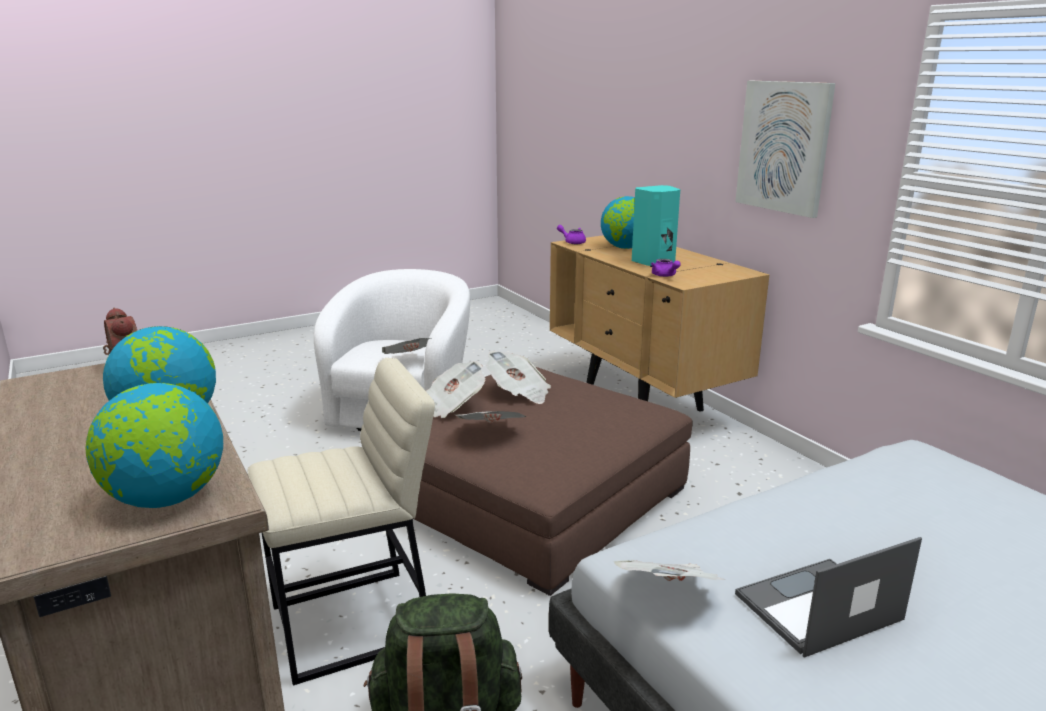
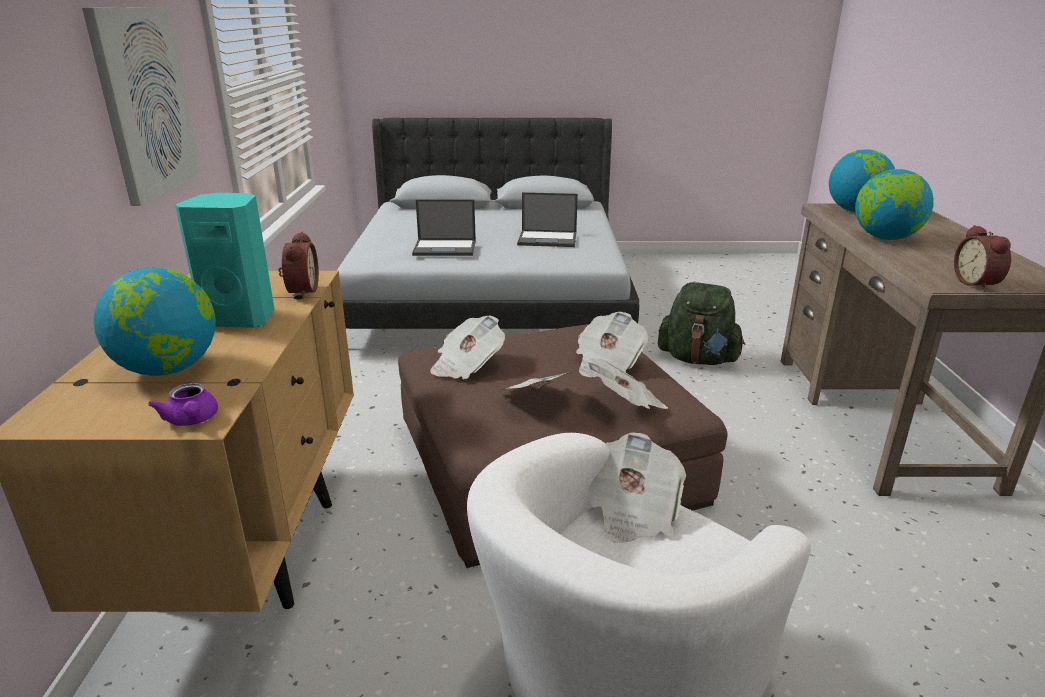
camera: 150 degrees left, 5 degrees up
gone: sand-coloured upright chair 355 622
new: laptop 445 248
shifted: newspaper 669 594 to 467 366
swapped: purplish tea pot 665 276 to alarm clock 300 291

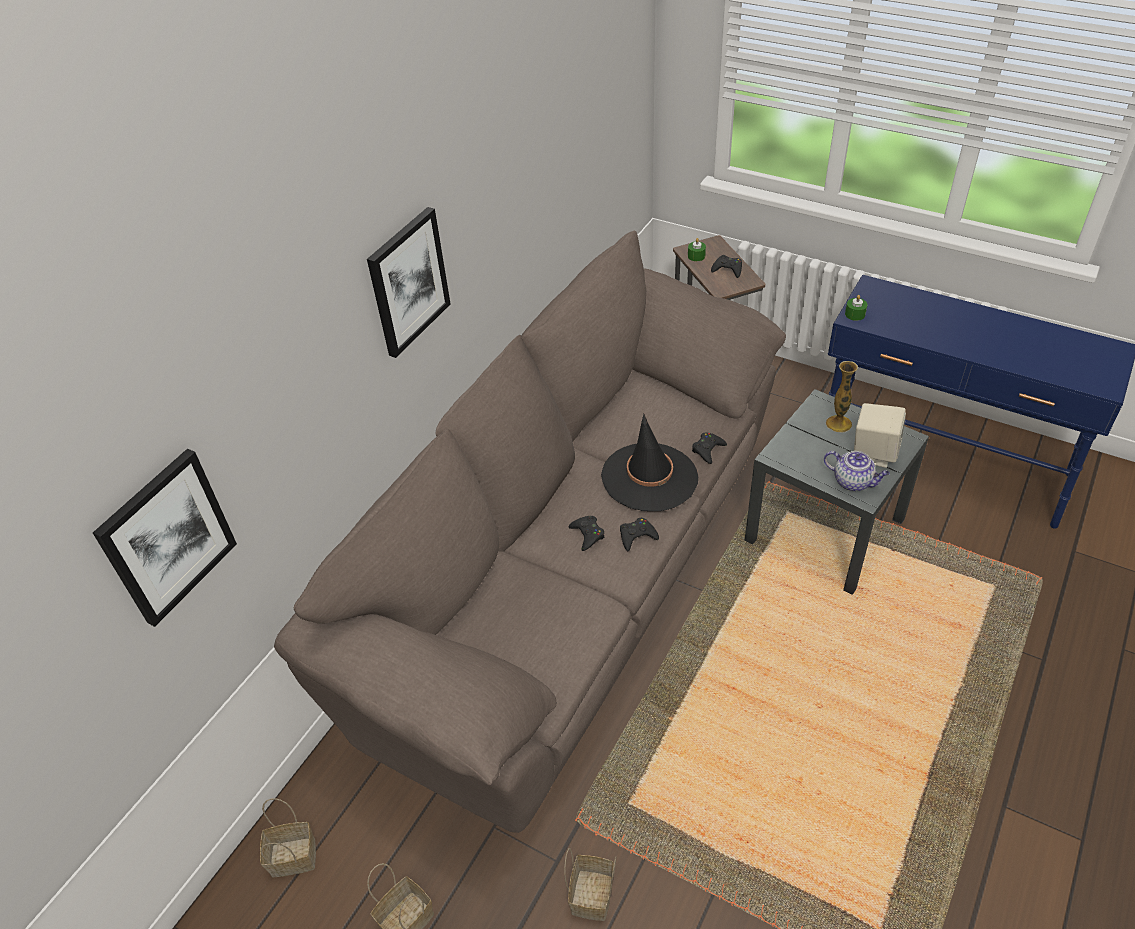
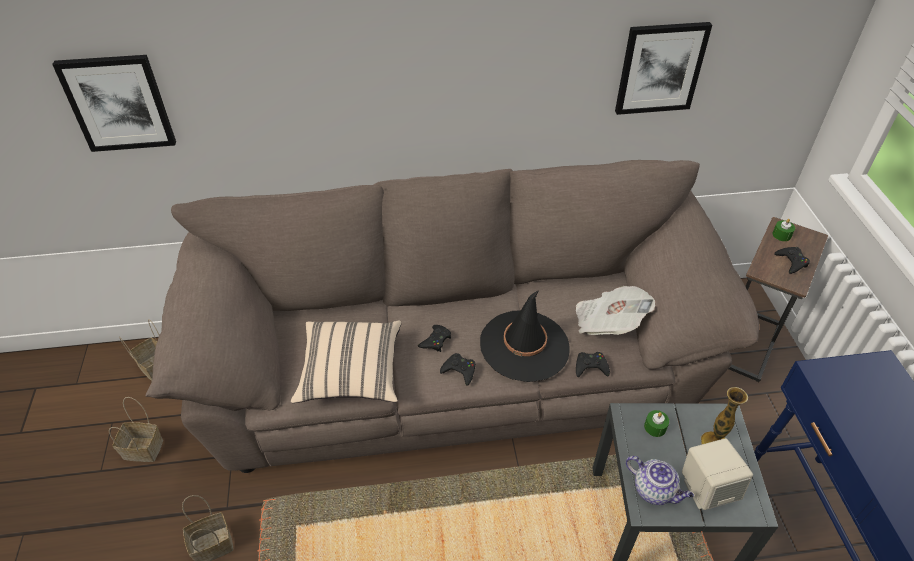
camera: 50 degrees right, 0 degrees up
new: newspaper 608 323; sand-coloured pillow 351 373
shifted: wall art 408 282 to 660 68; green candle 855 314 to 655 427
rotated: tea pot 853 482 = 654 490 45 degrees counterclockwise

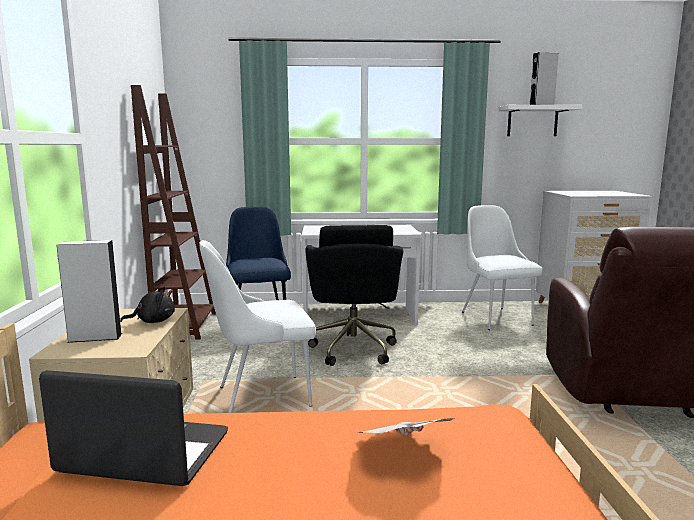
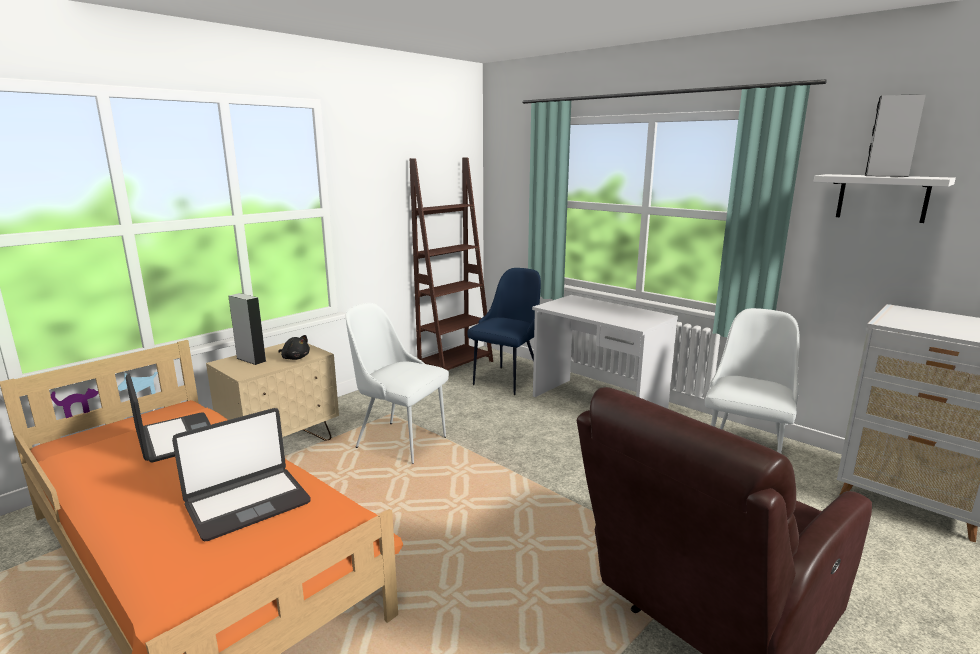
camera: 45 degrees right, 5 degrees up
gone: black desk chair 353 348
swapped: newspaper 403 450 to laptop 247 503

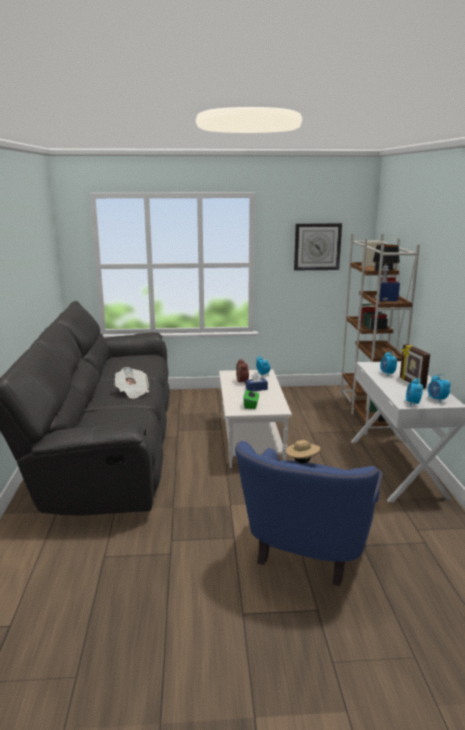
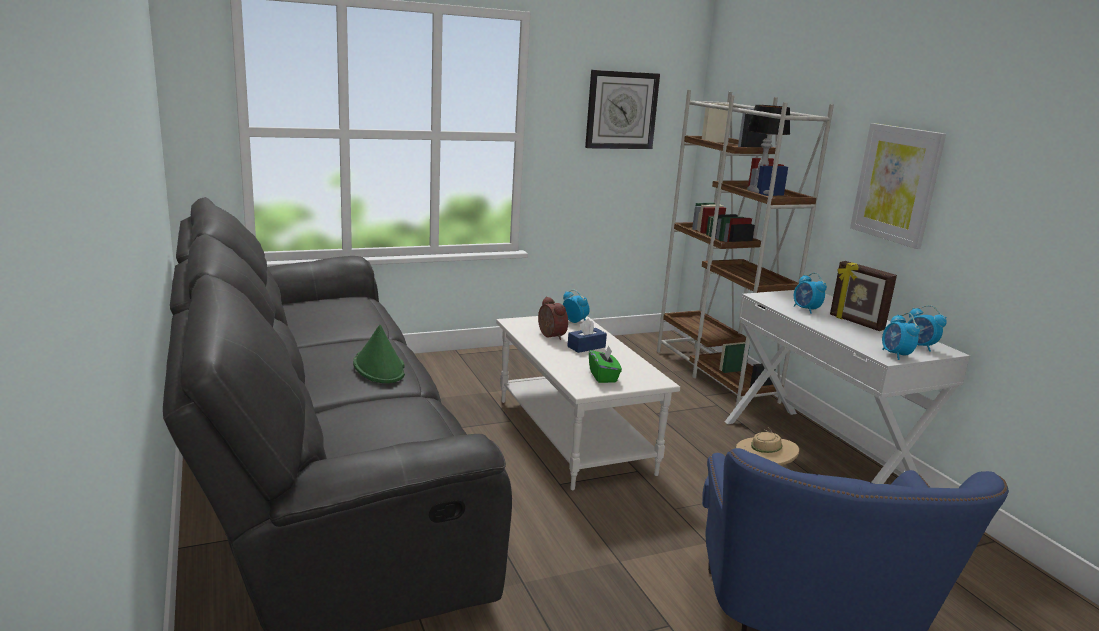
camera: 20 degrees left, 0 degrees up
new: wall art 896 184
swapped: newspaper 132 392 to green wearable hat 379 367

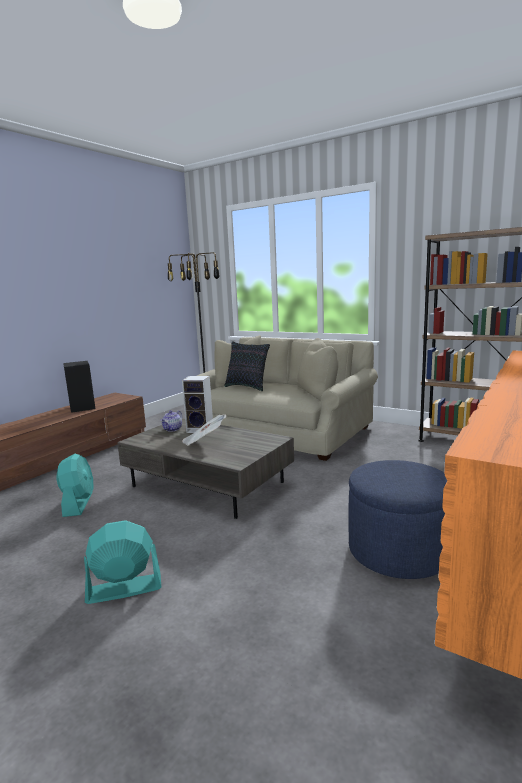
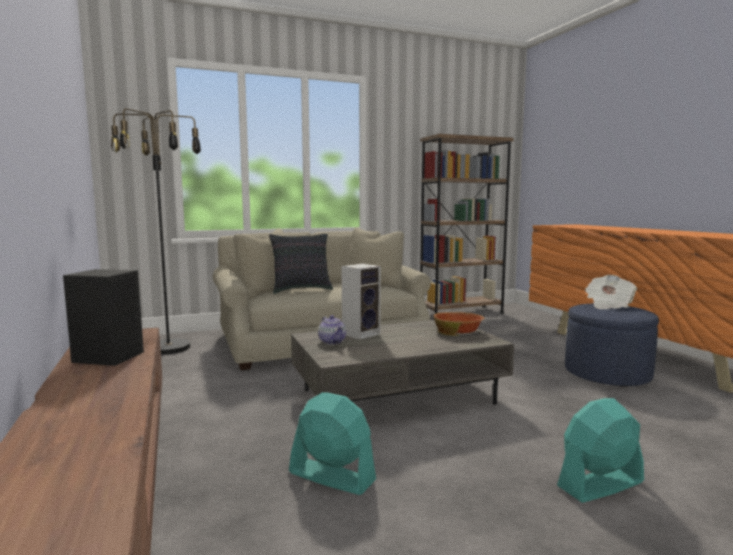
camera: 55 degrees left, 5 degrees down
new: bowl 458 331
shifted: newspaper 204 441 to 608 305
rotated: turquoise-coloured cooling fan 124 589 = 600 484 45 degrees clockwise

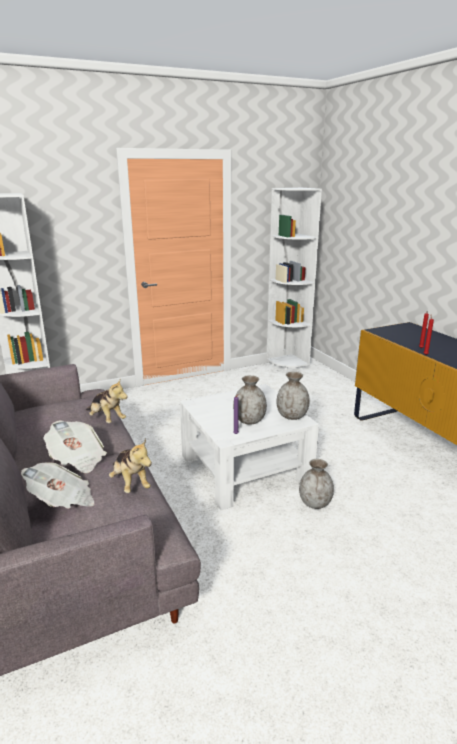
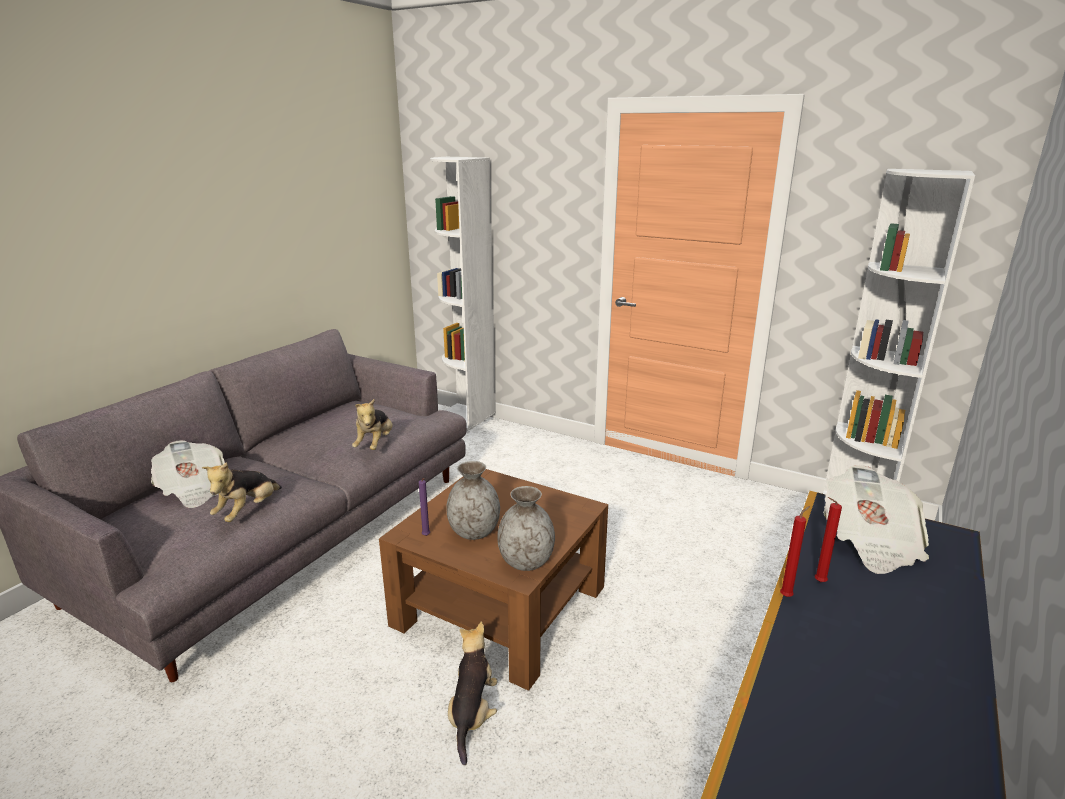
camera: 55 degrees right, 0 degrees up
shifted: newspaper 77 459 to 870 542
swapped: greyish flower vase 315 503 to plush toy 472 714
repainted: white-coloured coffee table 245 468 to brown coffee table 500 606

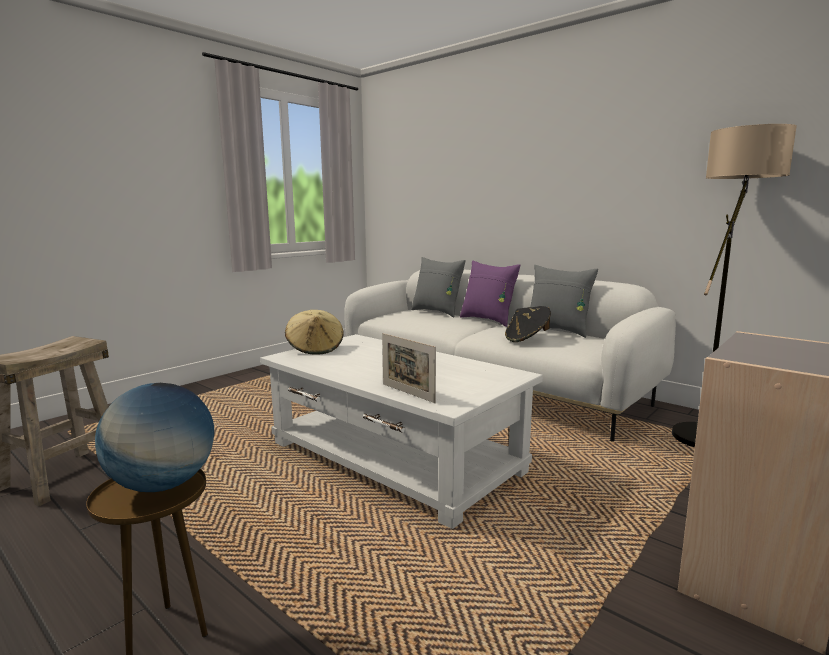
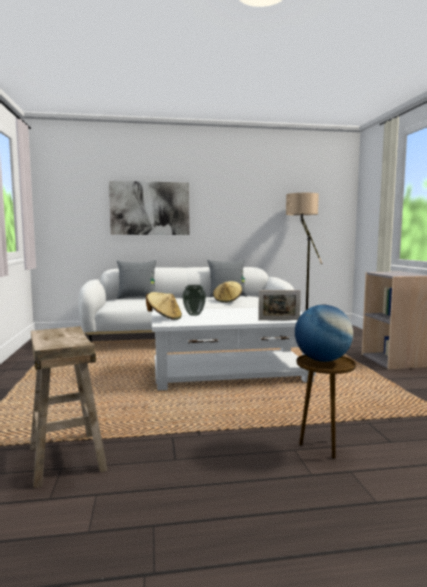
camera: 50 degrees left, 5 degrees down
gone: purplish pillow 487 320
new: wall art 150 208; flower vase 194 314
repainted: black wearable hat 527 339 to sand-coloured wearable hat 227 300

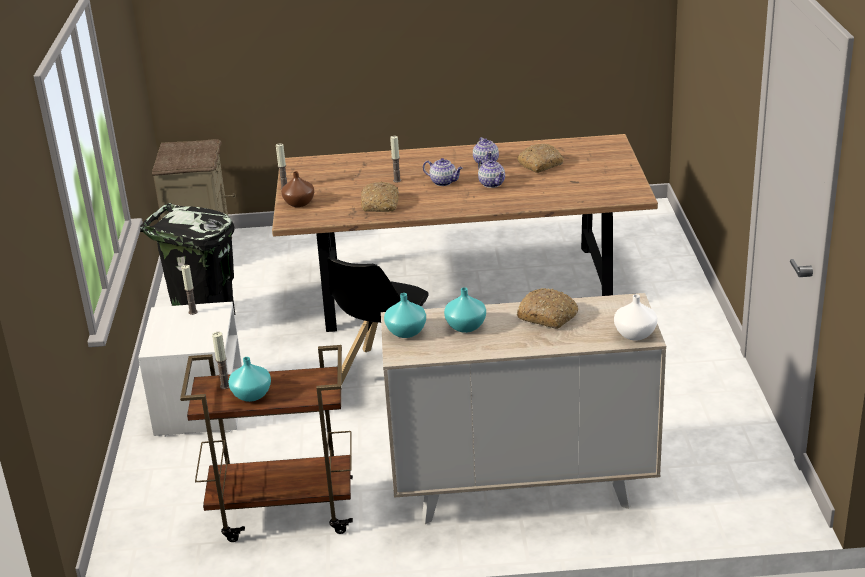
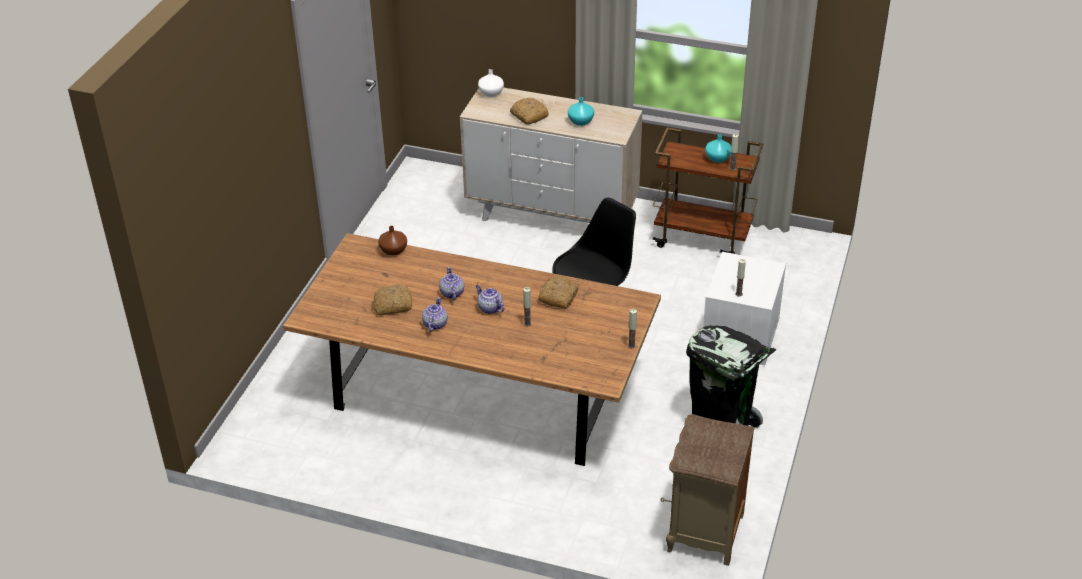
camera: 160 degrees left, 10 degrees up
gone: turquoise-coloured flower vase 407 332
shifted: brown flower vase 298 203 to 394 250

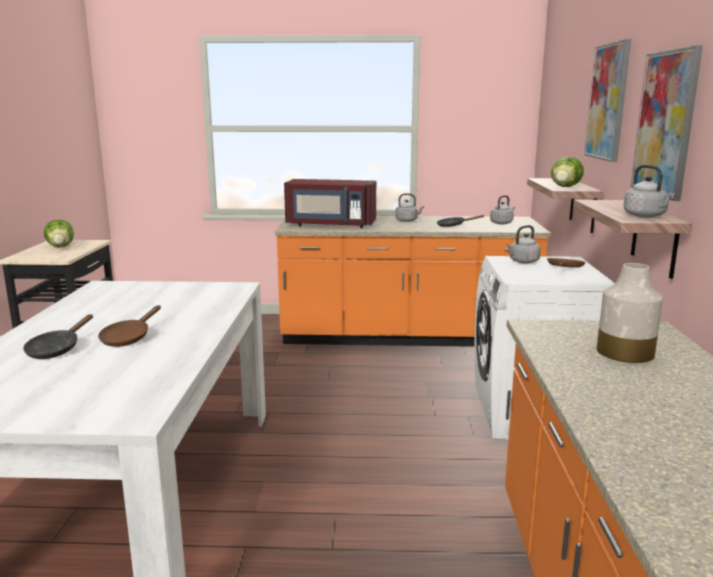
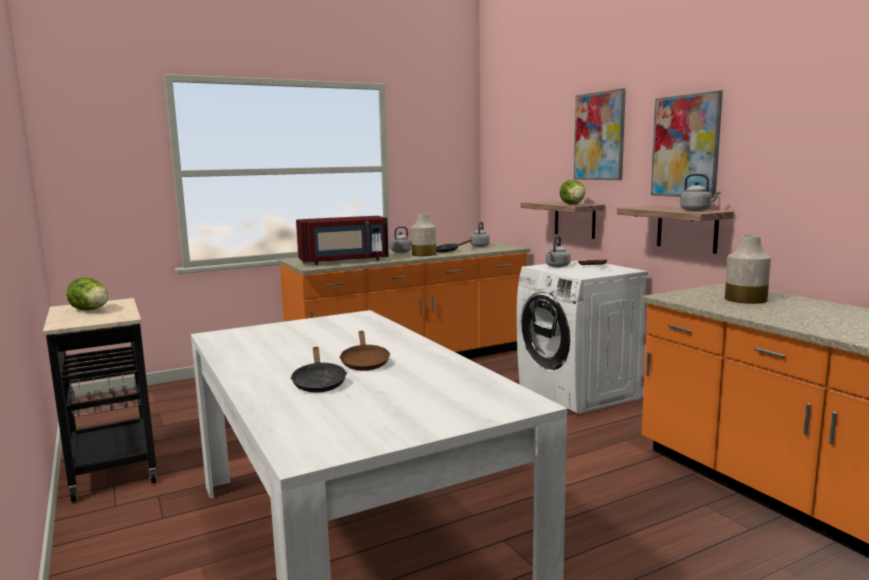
camera: 30 degrees left, 5 degrees down
new: sand-coloured flower vase 423 254

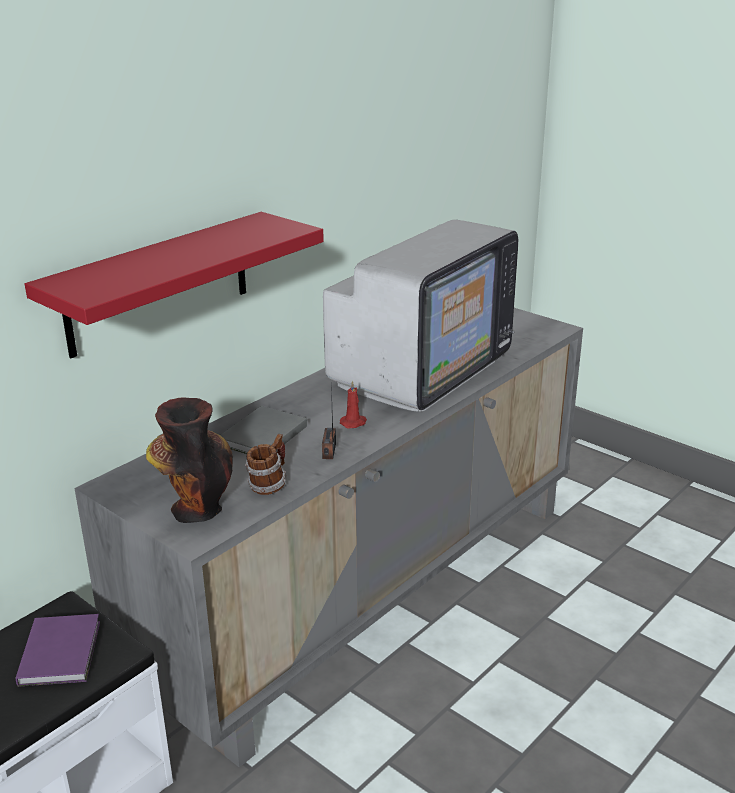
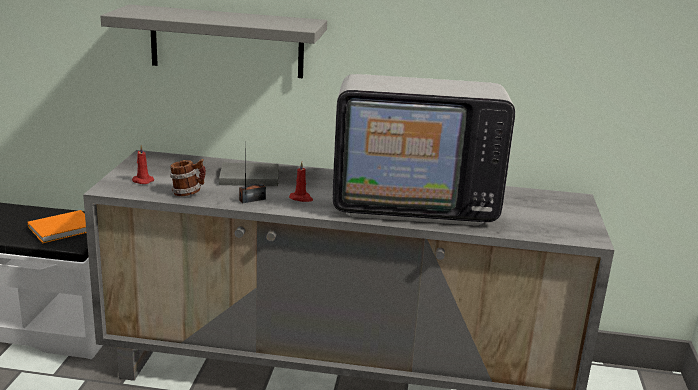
camera: 55 degrees right, 5 degrees down
swapped: flower vase 194 507 to reddish candle 142 181
repainted: reddish shelf 159 283 to greyish shelf 226 42; purplish bound book 62 651 to orange bound book 64 229

